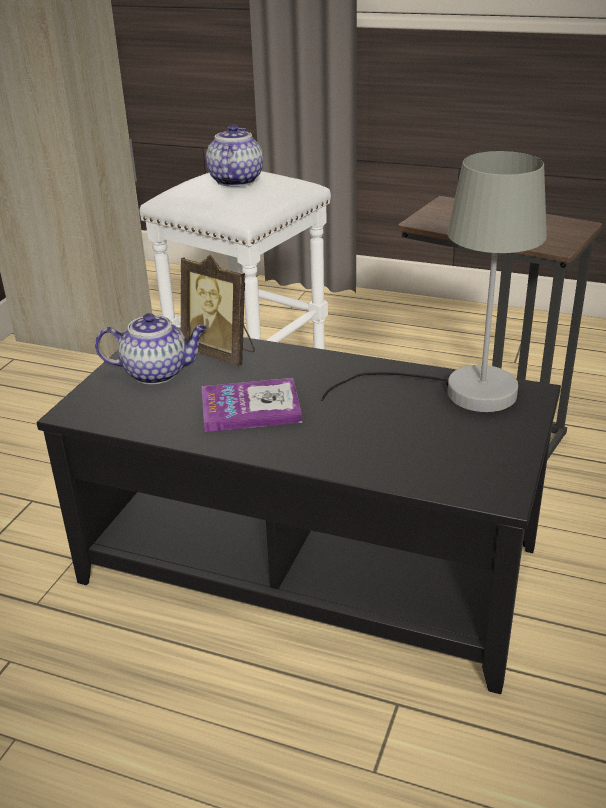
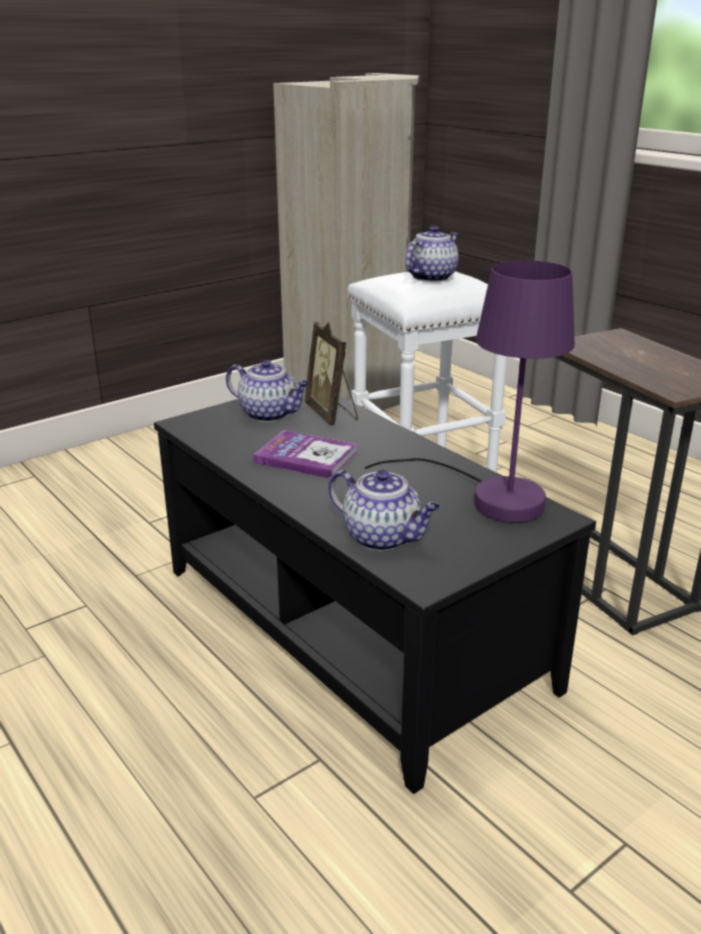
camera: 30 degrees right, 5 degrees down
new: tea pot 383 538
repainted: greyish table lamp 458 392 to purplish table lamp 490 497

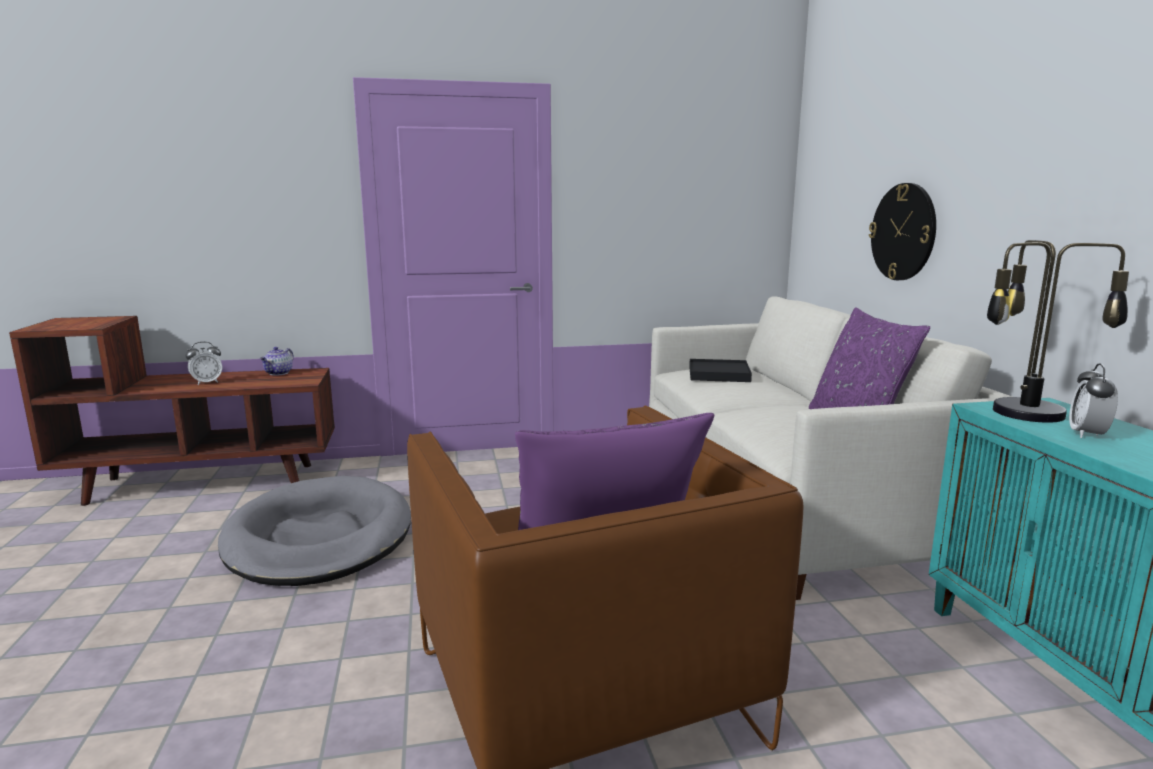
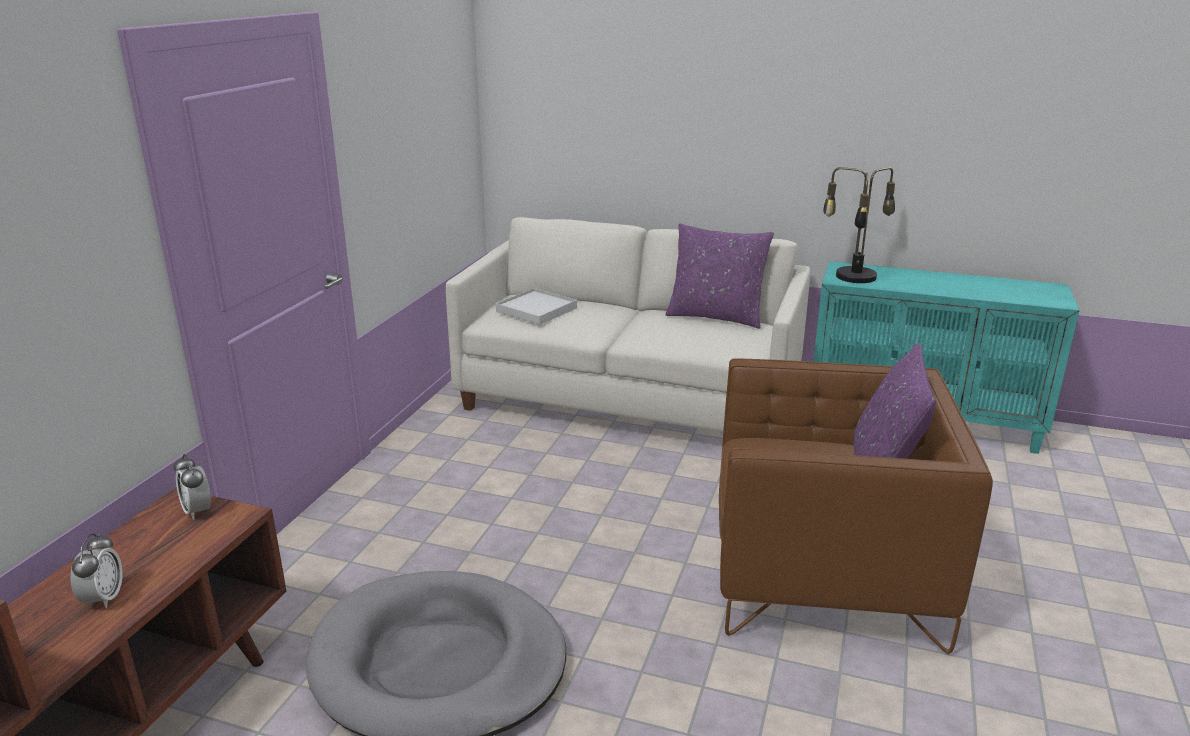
camera: 60 degrees left, 10 degrees up
gone: hanging clock 903 232; tea pot 279 373
shifted: alarm clock 1087 434 to 197 511
repainted: black tray 718 374 to white-coloured tray 536 310

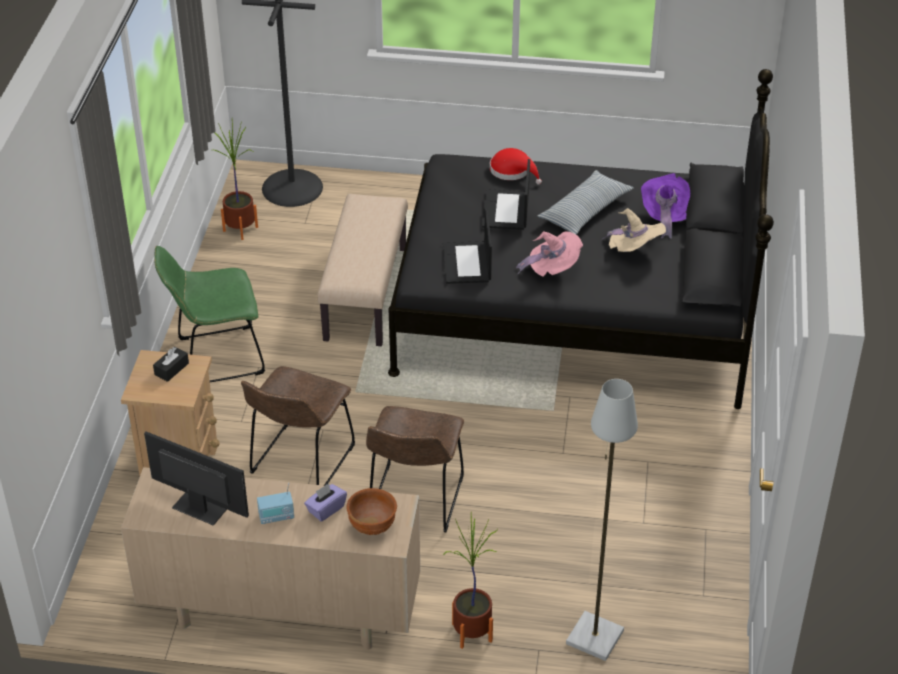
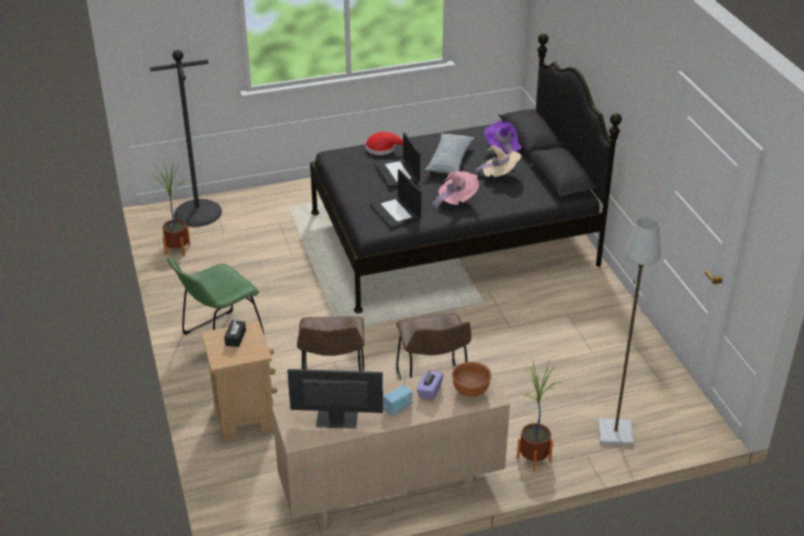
camera: 25 degrees left, 5 degrees down
gone: sand-coloured indoor bench 366 294

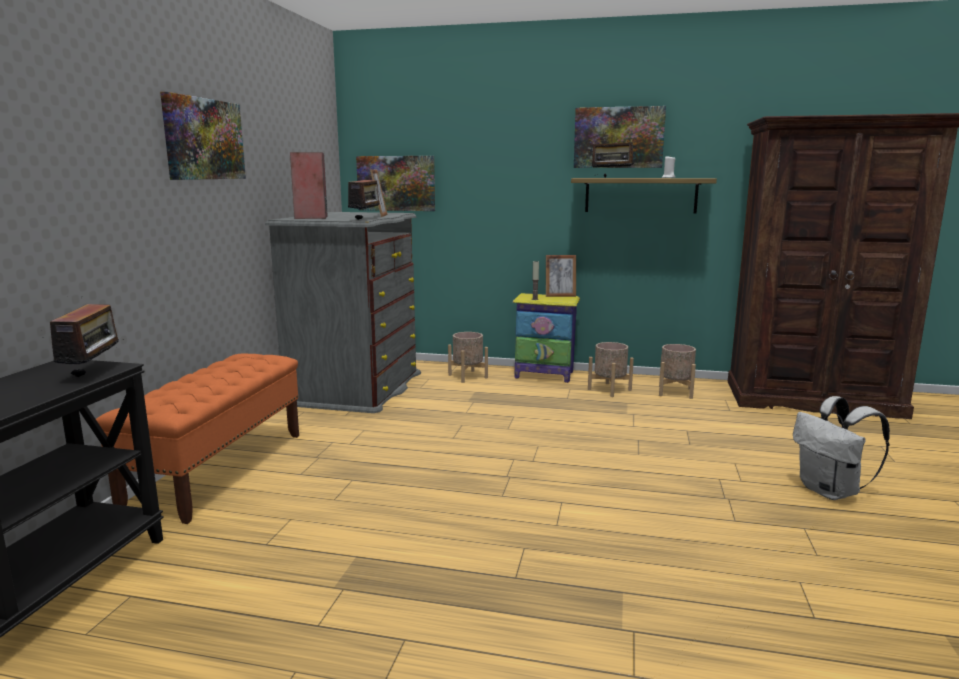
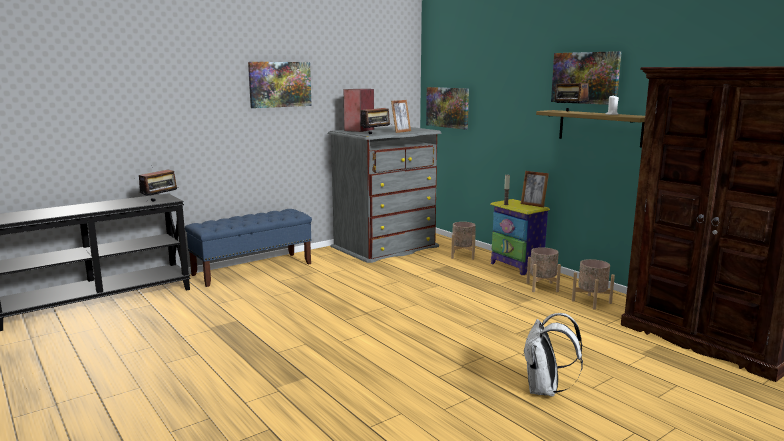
camera: 40 degrees right, 0 degrees up
repainted: orange indoor bench 219 469 to blue-coloured indoor bench 253 269

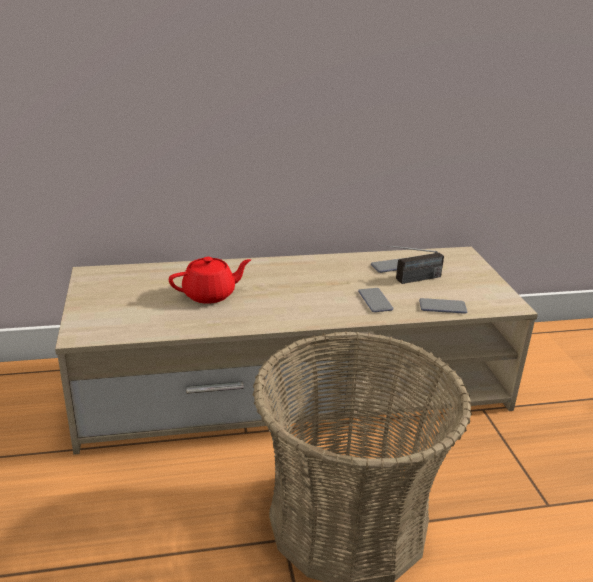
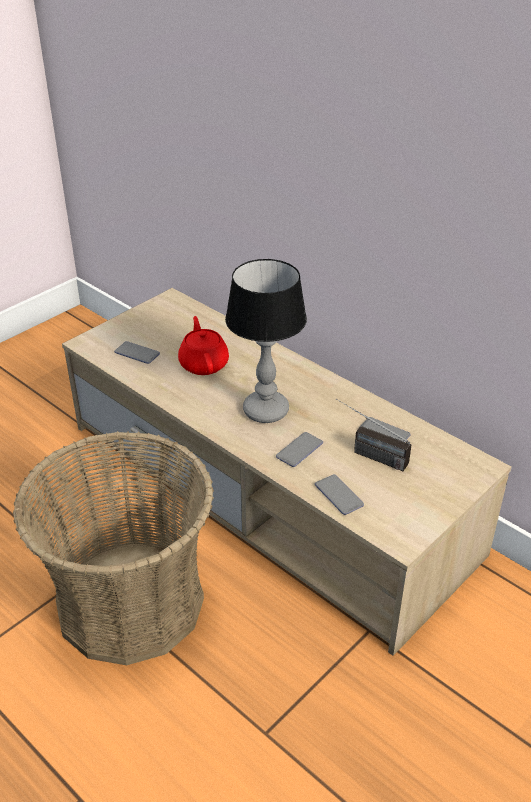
camera: 55 degrees right, 10 degrees up
new: table lamp 266 411; phone 137 353
rotated: reddish tea pot 210 295 = 204 364 135 degrees counterclockwise

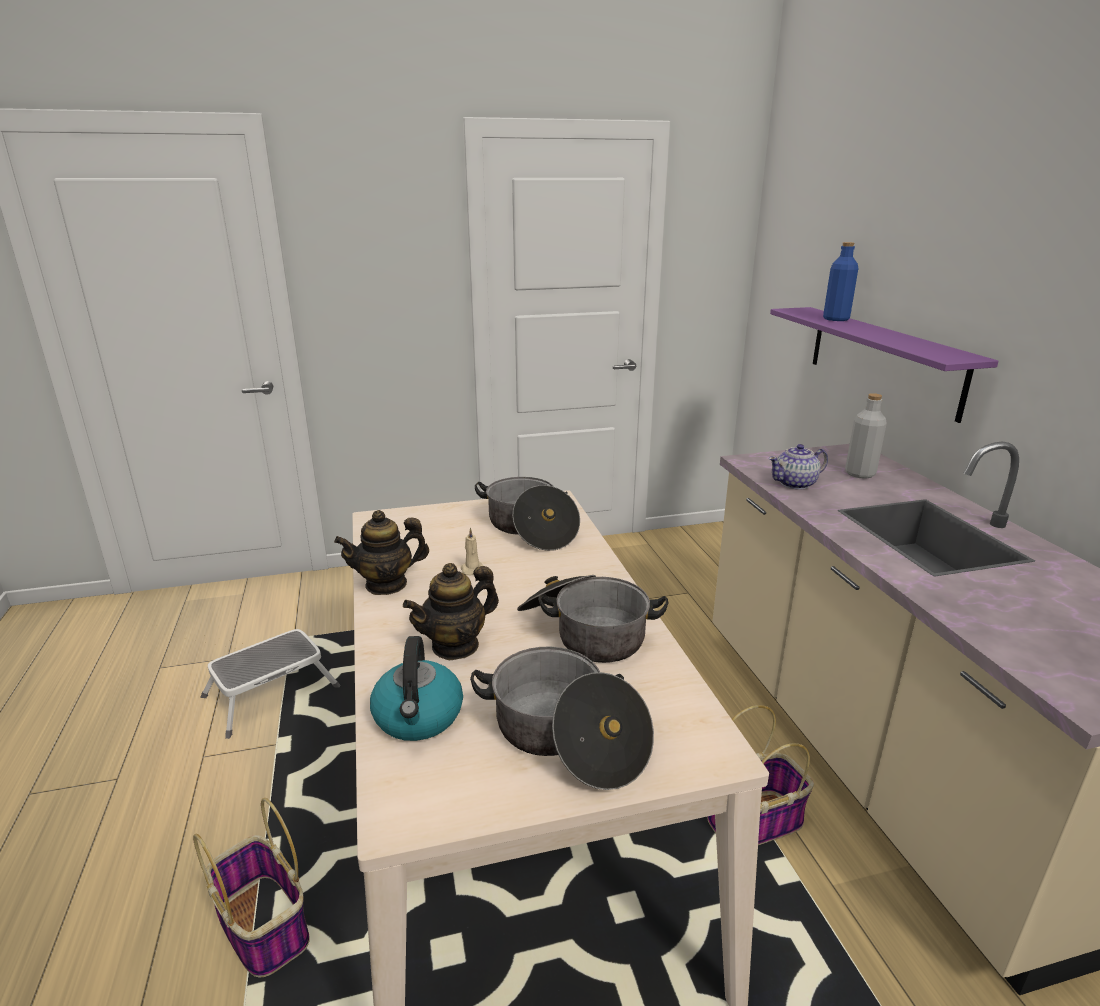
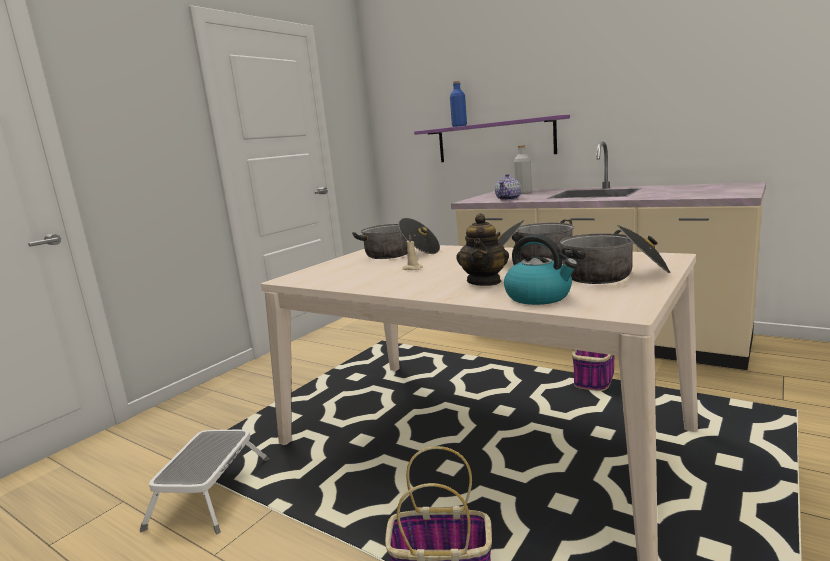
camera: 40 degrees left, 10 degrees down
gone: tea pot 386 584

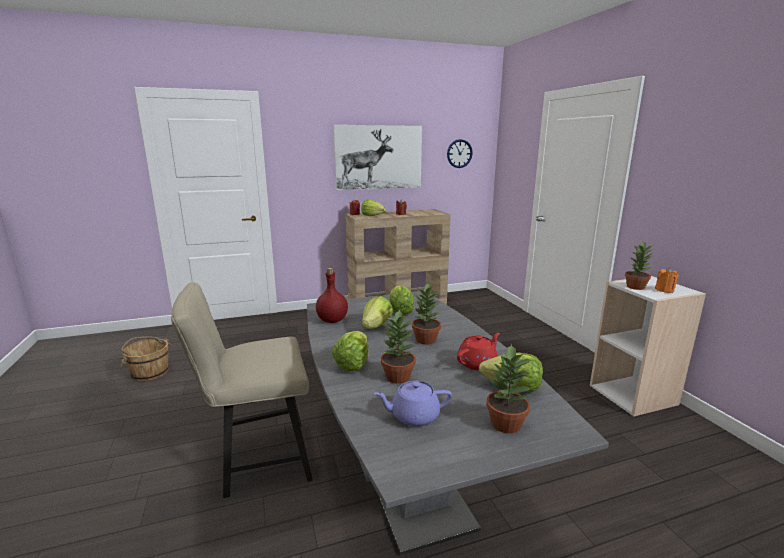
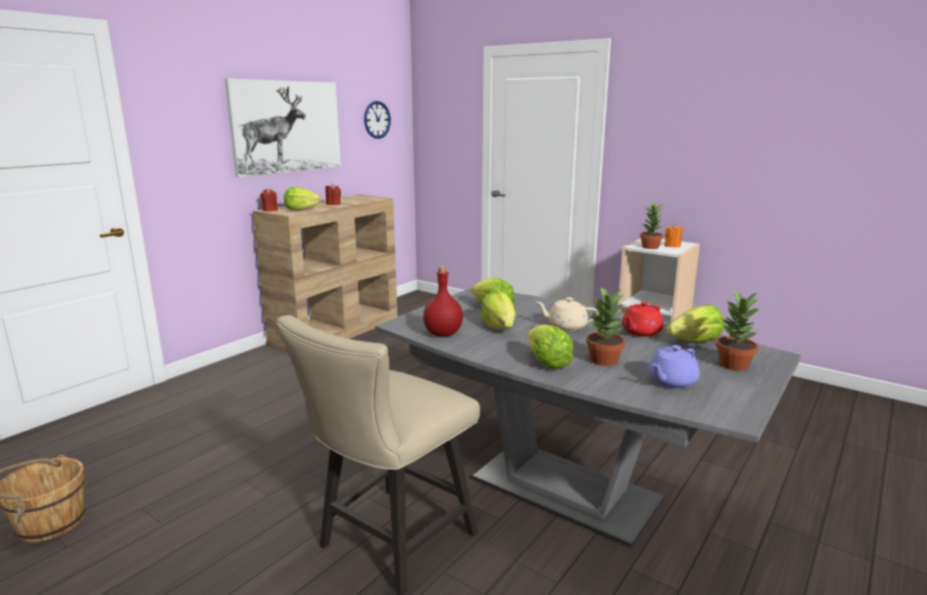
camera: 35 degrees left, 0 degrees up
swapped: plant in a pot 425 340 to sand-coloured tea pot 566 326
rotated: reddish tea pot 477 363 = 640 332 150 degrees counterclockwise

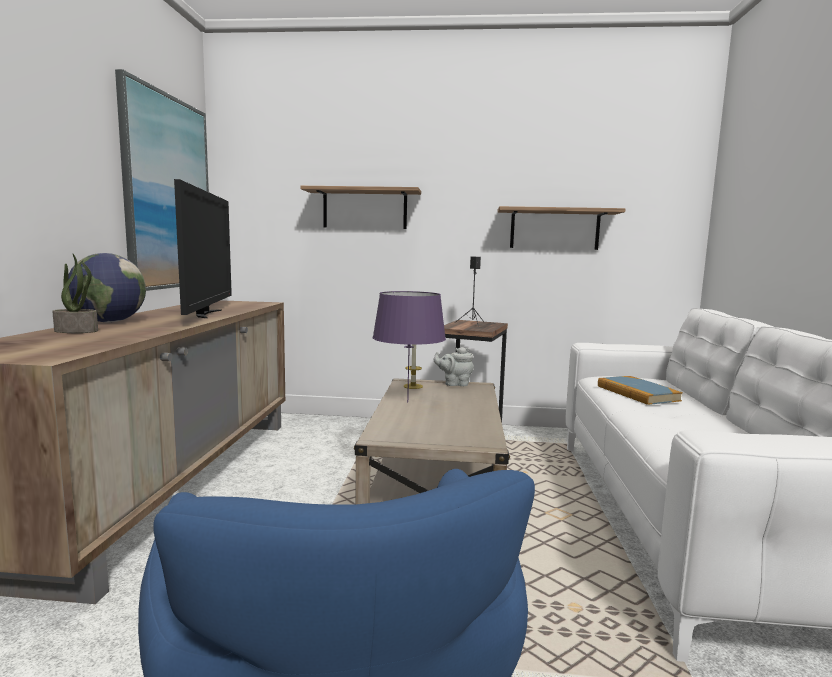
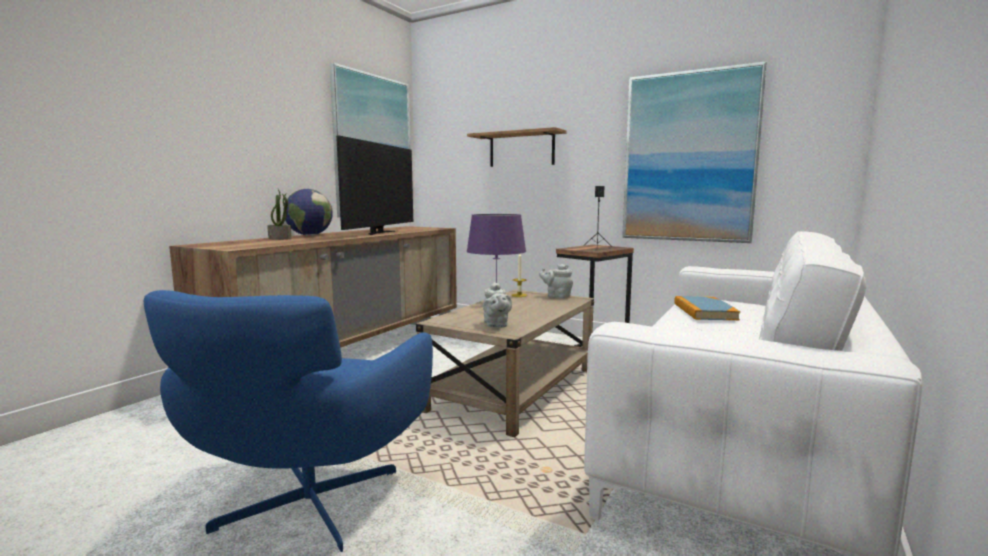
camera: 25 degrees right, 0 degrees up
new: greyish tea pot 496 325
swapped: shelf 554 229 to wall art 689 157

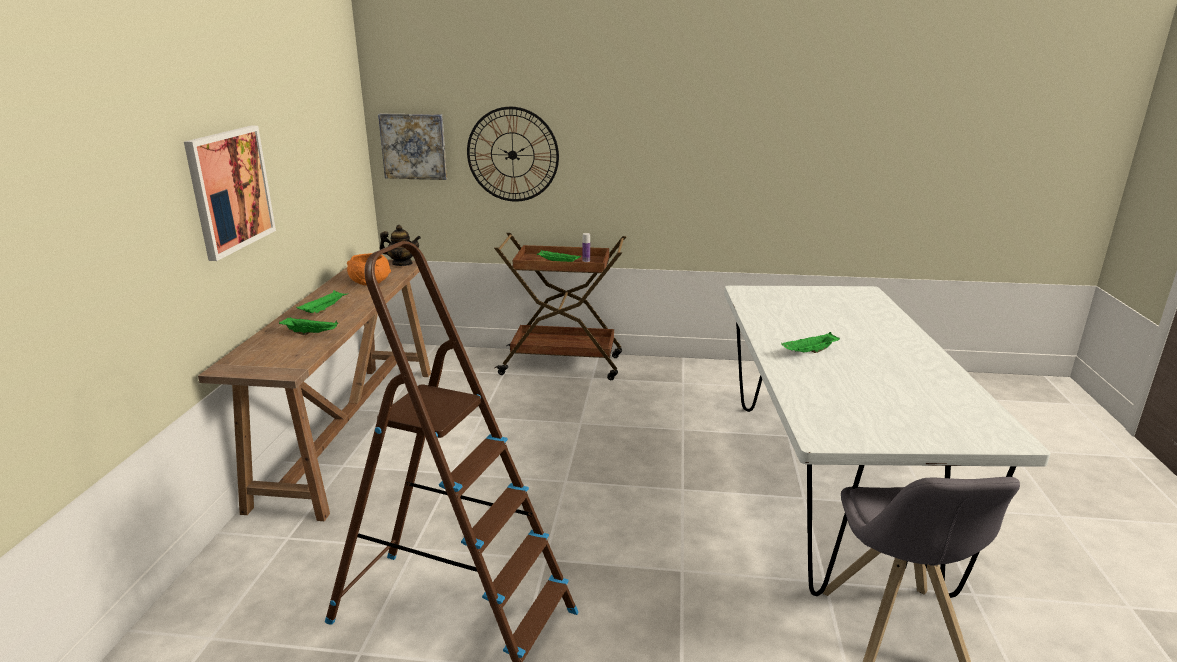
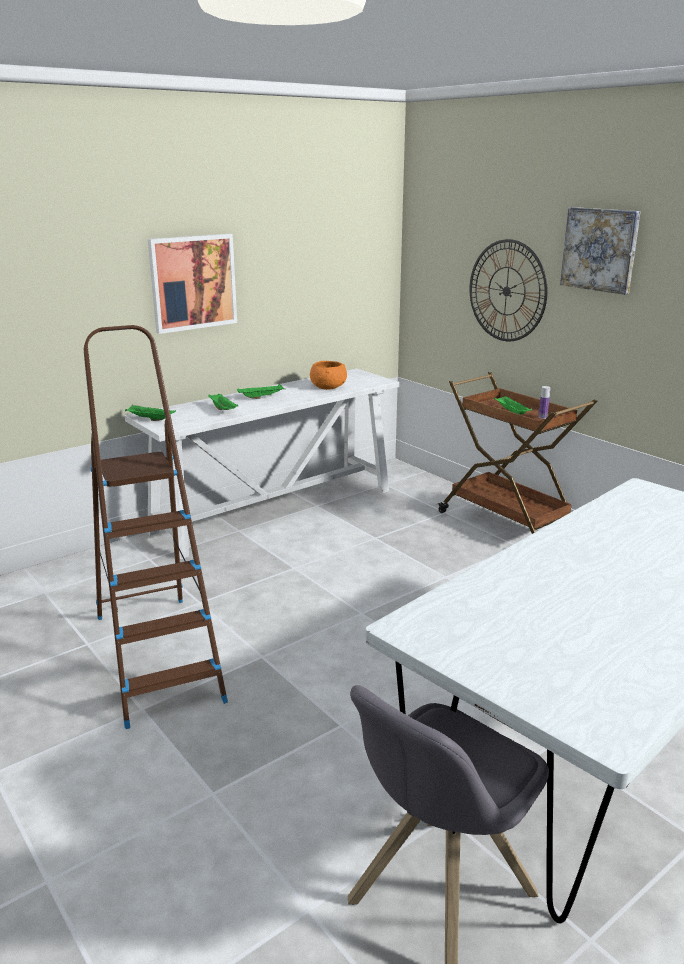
camera: 45 degrees right, 0 degrees up
gone: tea pot 402 263
shifted: wall art 414 146 to 600 249; green tray 809 352 to 150 419
repainted: brown console table 352 431 to white-coloured console table 276 510

